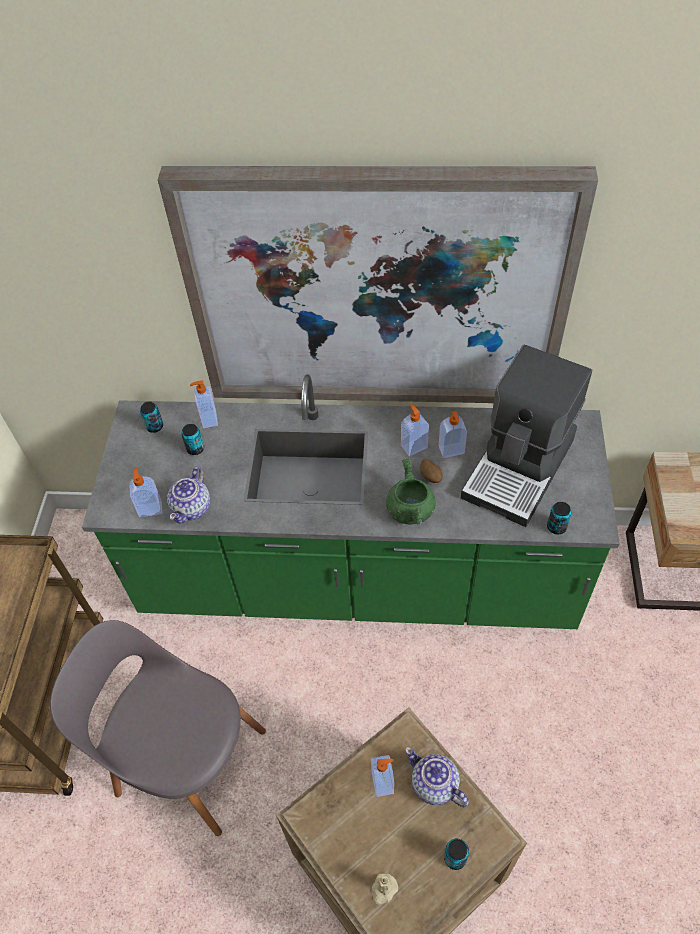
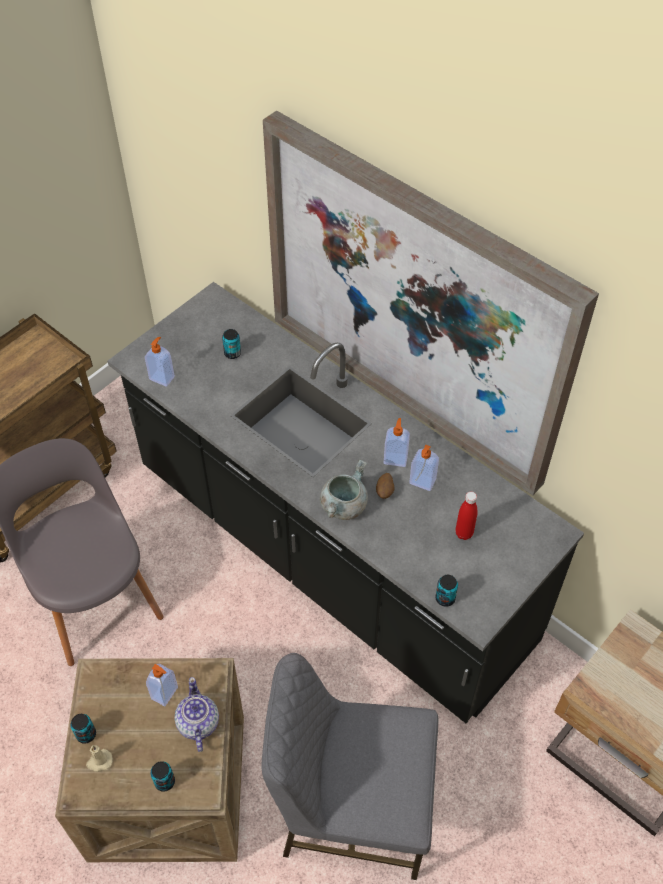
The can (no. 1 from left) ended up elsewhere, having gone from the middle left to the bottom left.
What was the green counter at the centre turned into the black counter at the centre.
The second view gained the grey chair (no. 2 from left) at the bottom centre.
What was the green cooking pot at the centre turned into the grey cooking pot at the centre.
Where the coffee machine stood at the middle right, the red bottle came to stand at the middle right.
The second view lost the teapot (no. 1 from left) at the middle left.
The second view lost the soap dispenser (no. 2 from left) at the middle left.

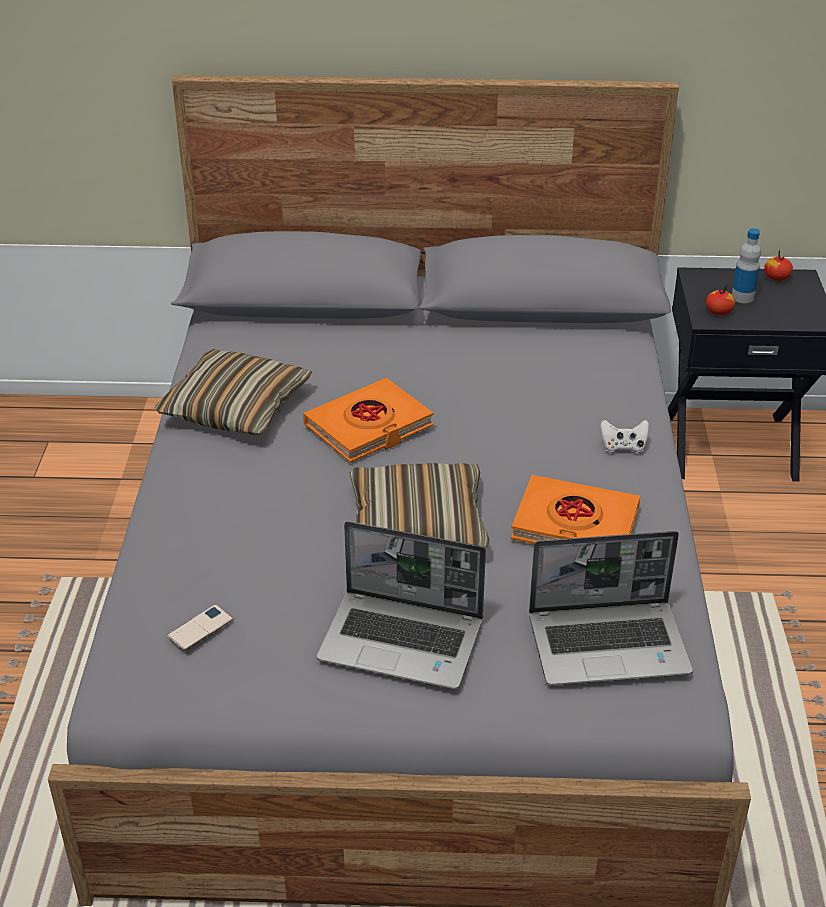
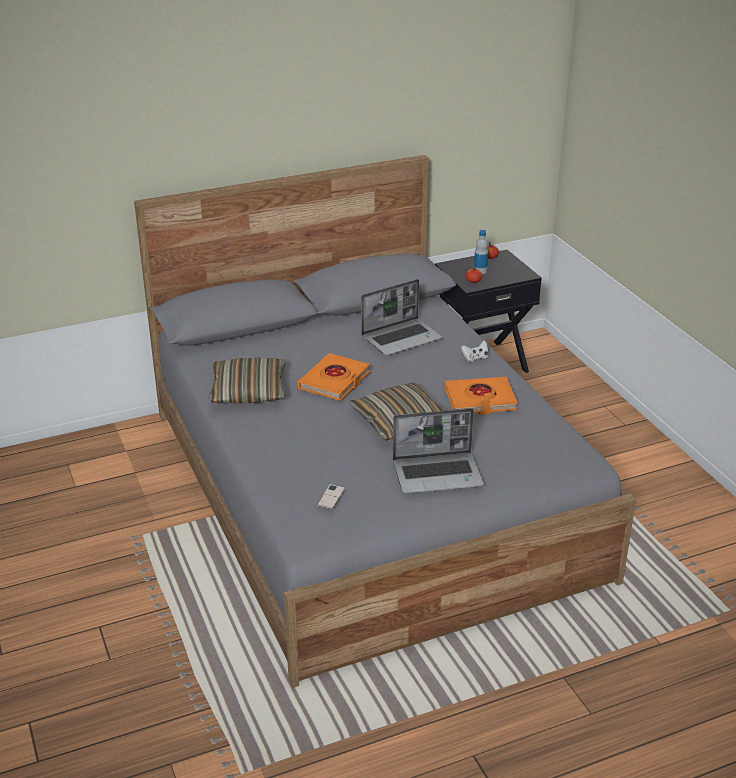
The laptop (no. 2 from left in the first image) ended up elsewhere, having gone from the bottom right to the centre.

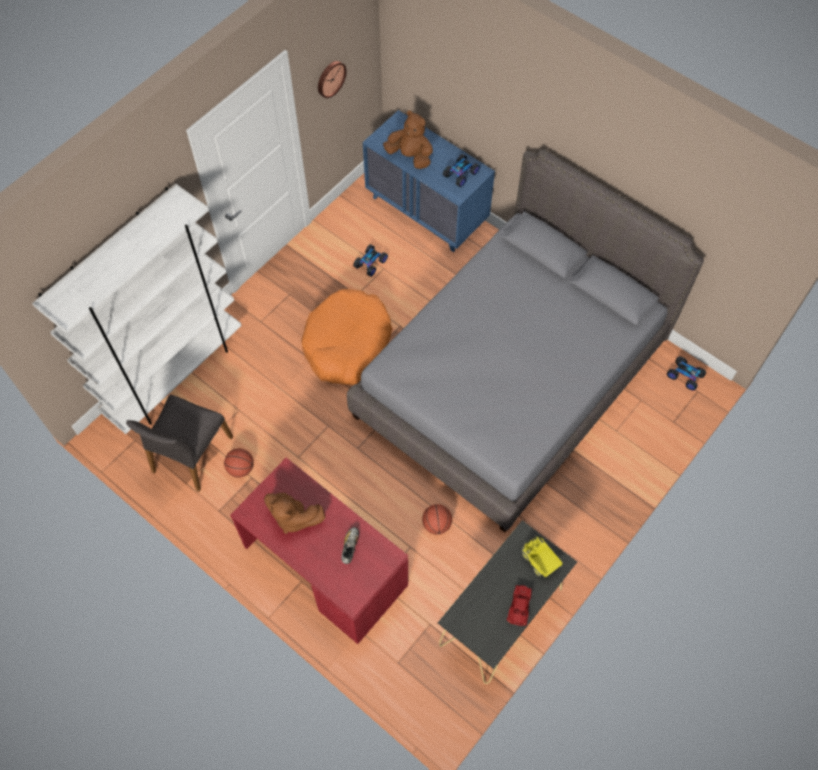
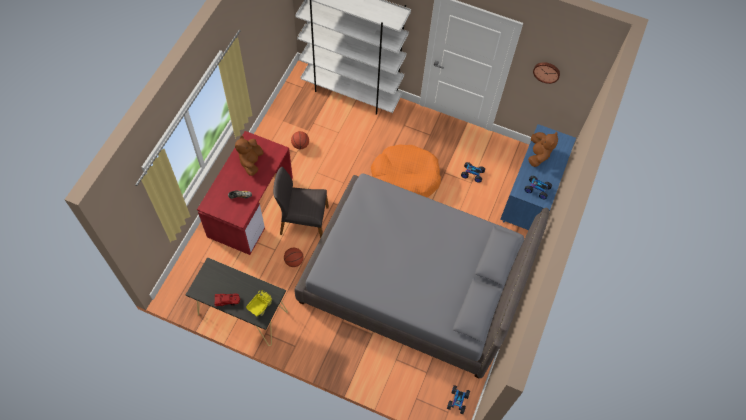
The grey chair ended up elsewhere, having gone from the middle left to the centre.

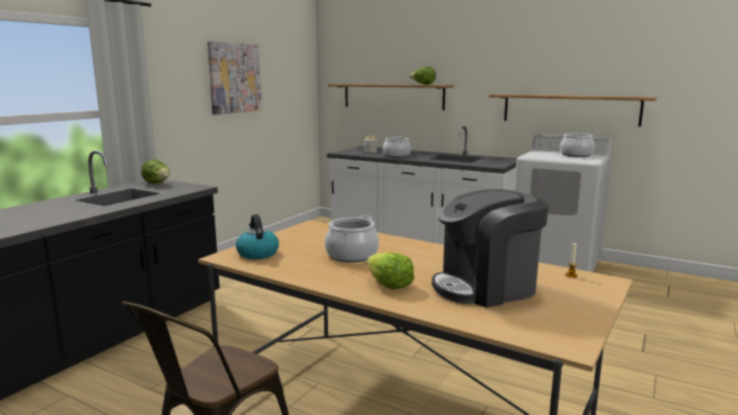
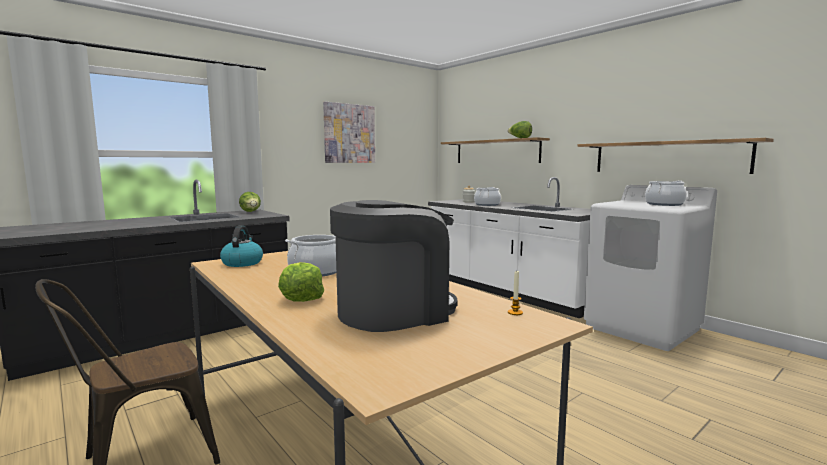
The coffee machine at the centre ended up facing another way, 150 degrees clockwise from before.

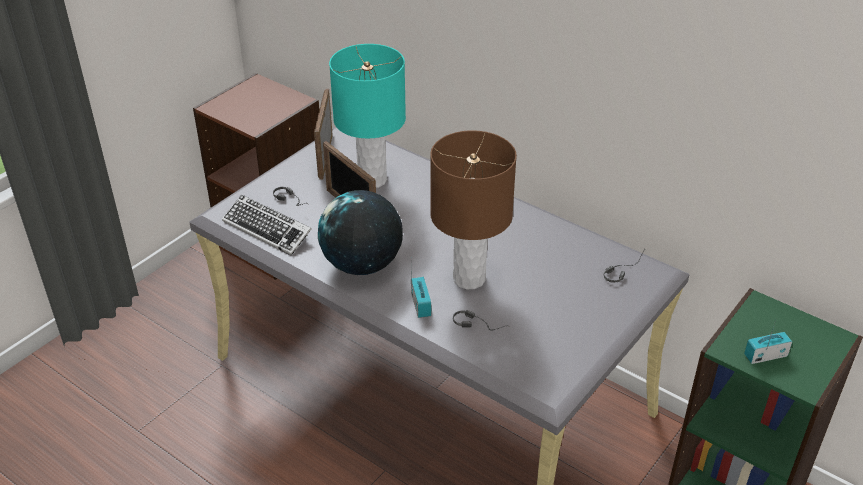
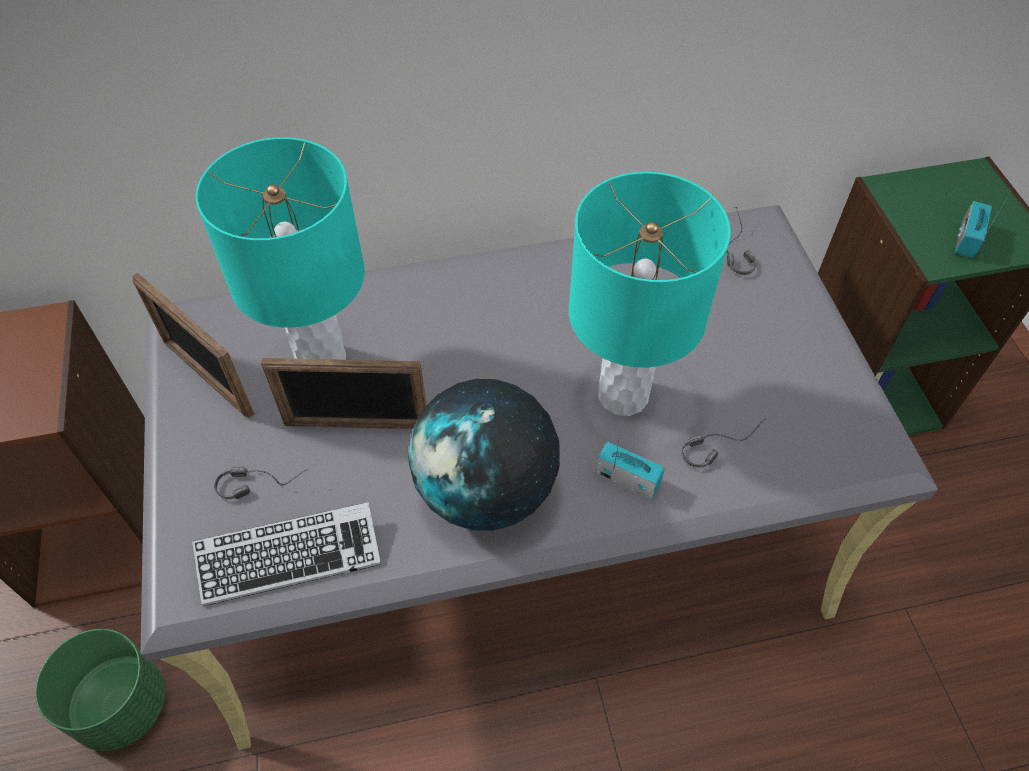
The second view gained the green planter at the bottom left.
What was the brown table lamp at the centre turned into the turquoise table lamp (no. 2 from left) at the centre.

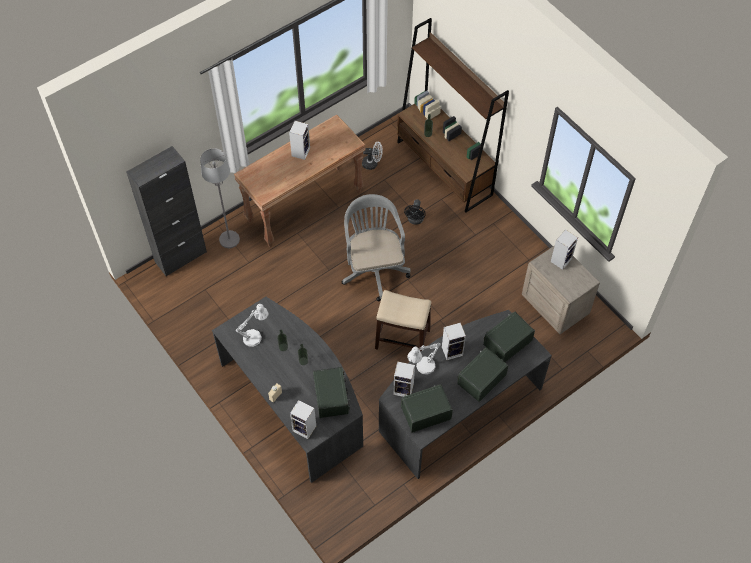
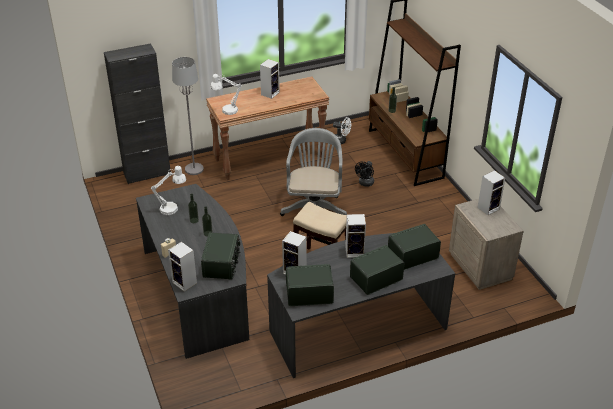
The white table lamp (no. 2 from left) ended up elsewhere, having gone from the centre to the top centre.

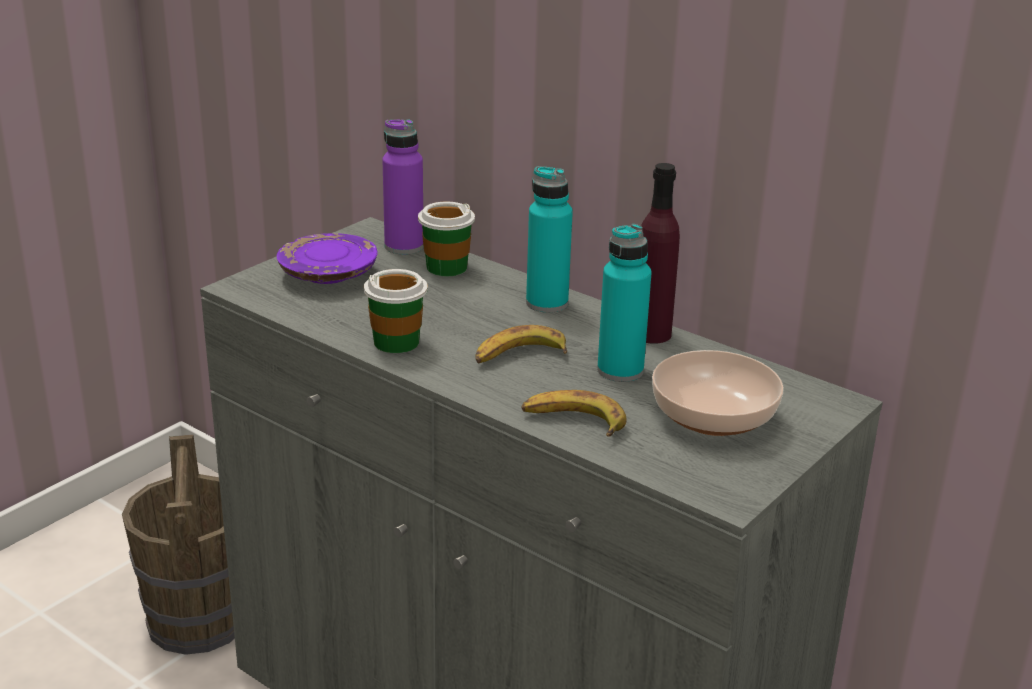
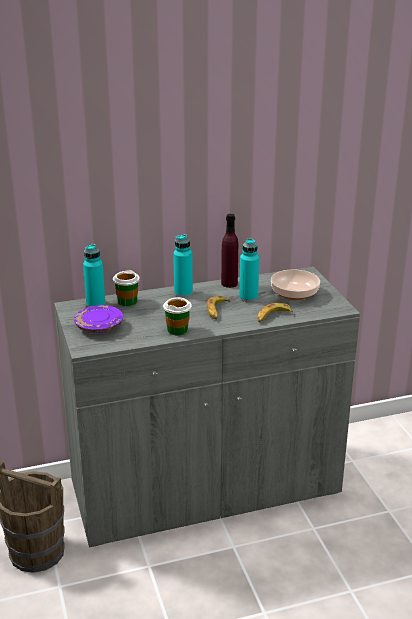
What was the purple bottle (no. 1 from left) at the top centre turned into the turquoise bottle (no. 1 from left) at the middle left.

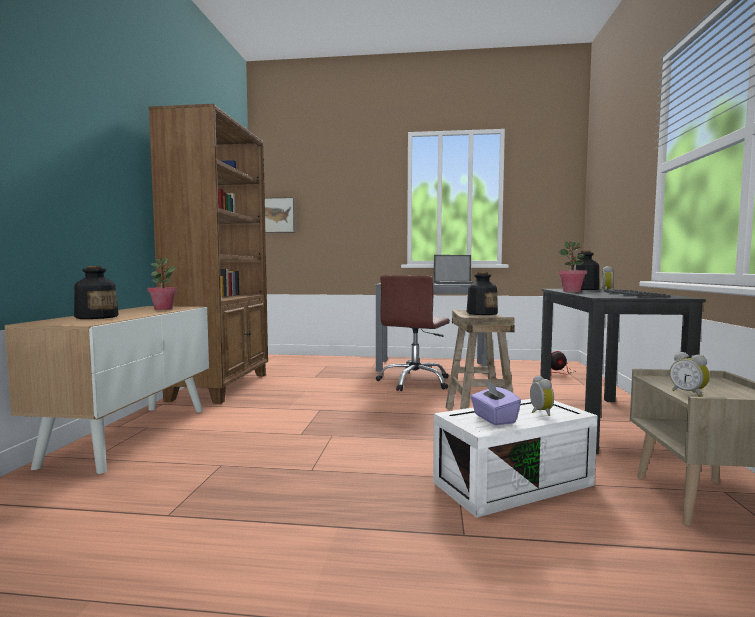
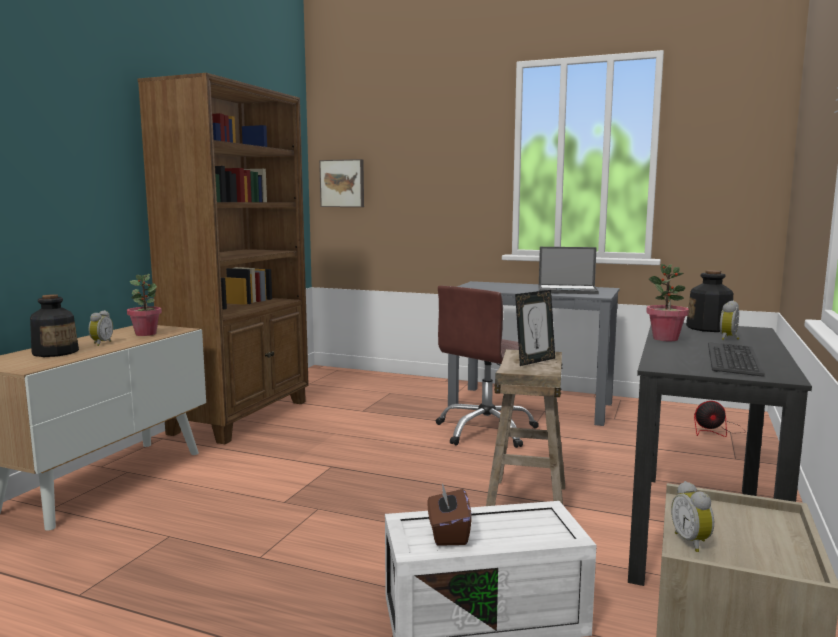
The alarm clock (no. 1 from left) ended up elsewhere, having gone from the middle right to the middle left.
What was the purple tissue box at the centre turned into the brown tissue box at the bottom centre.
Where the bottle (no. 2 from left) stood at the centre, the picture frame came to stand at the centre.

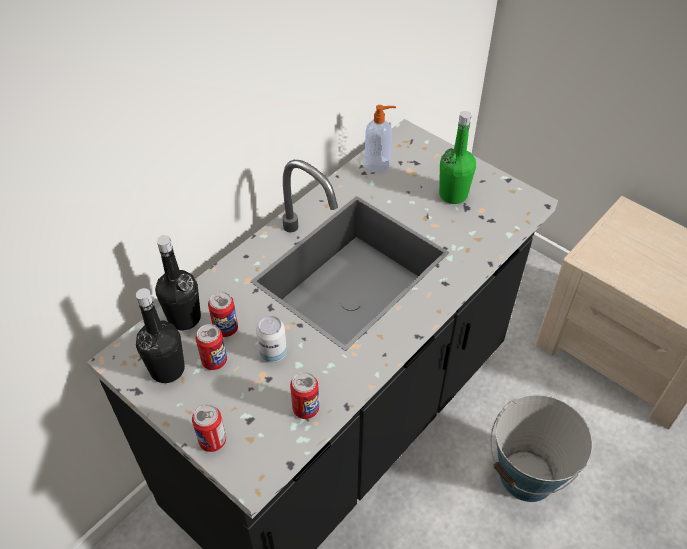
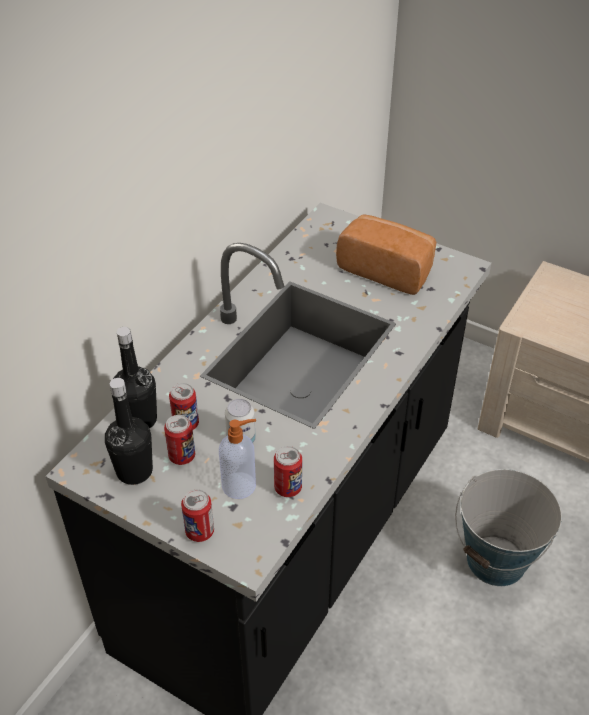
The soap dispenser ended up elsewhere, having gone from the top centre to the centre.
Where the green bottle stood at the top centre, the bread came to stand at the centre.

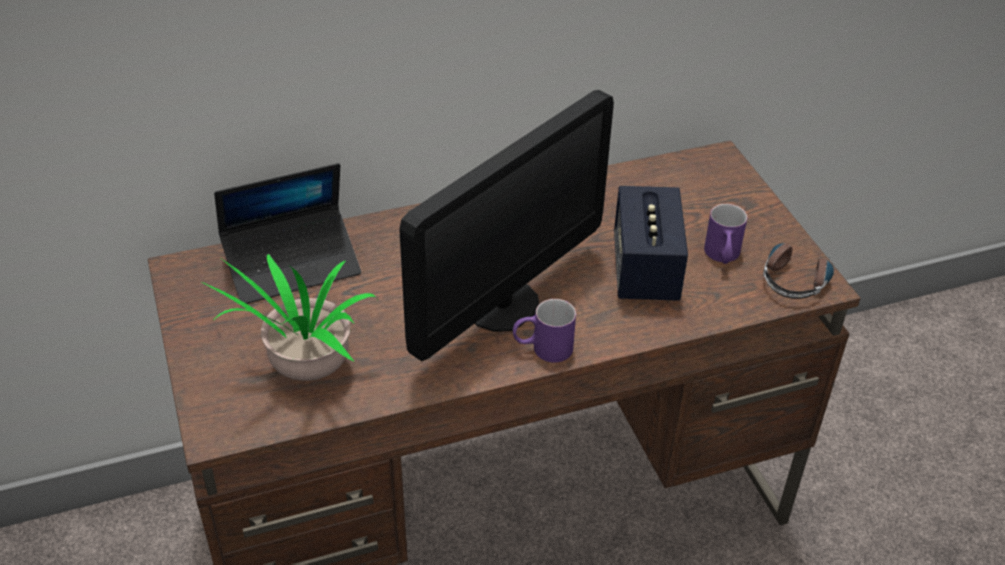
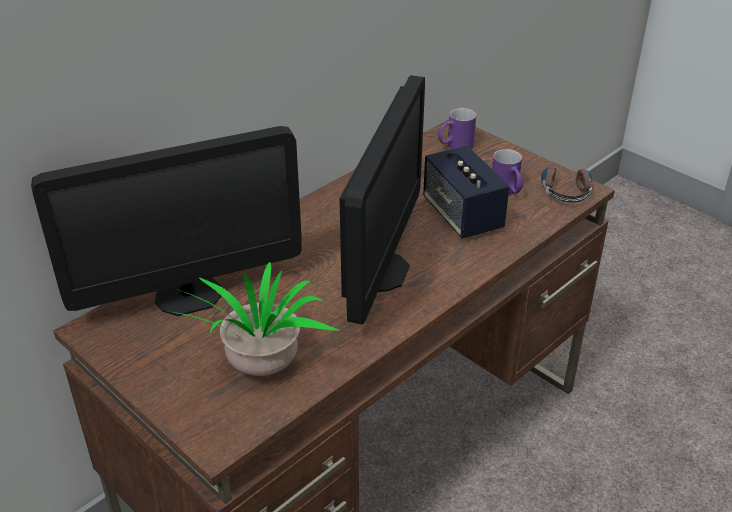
Where the laptop stood at the middle left, the monitor (no. 1 from left) came to stand at the middle left.
The purple mug (no. 1 from left) ended up elsewhere, having gone from the centre to the top centre.

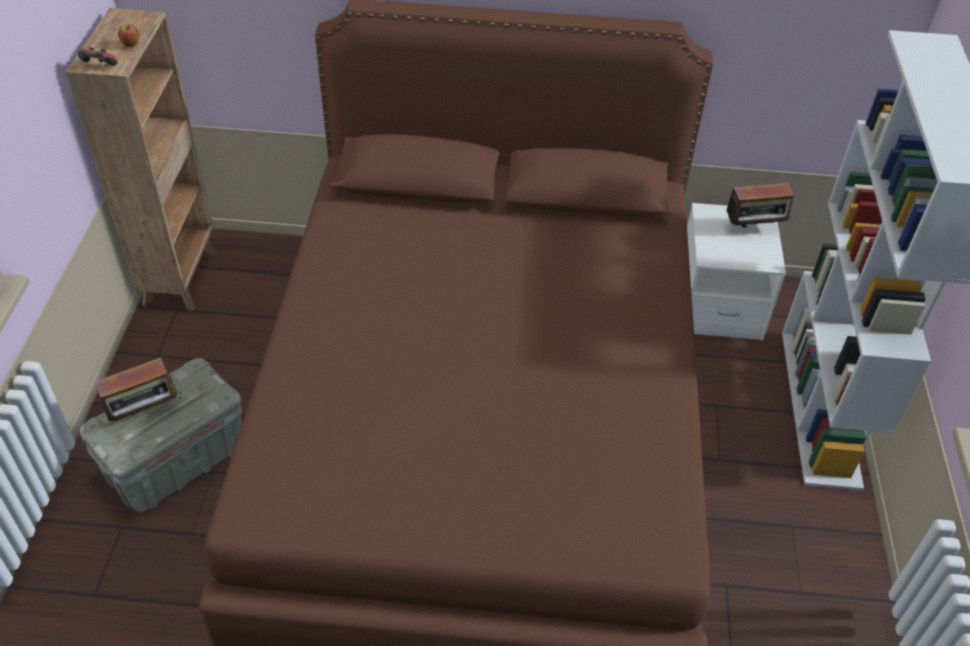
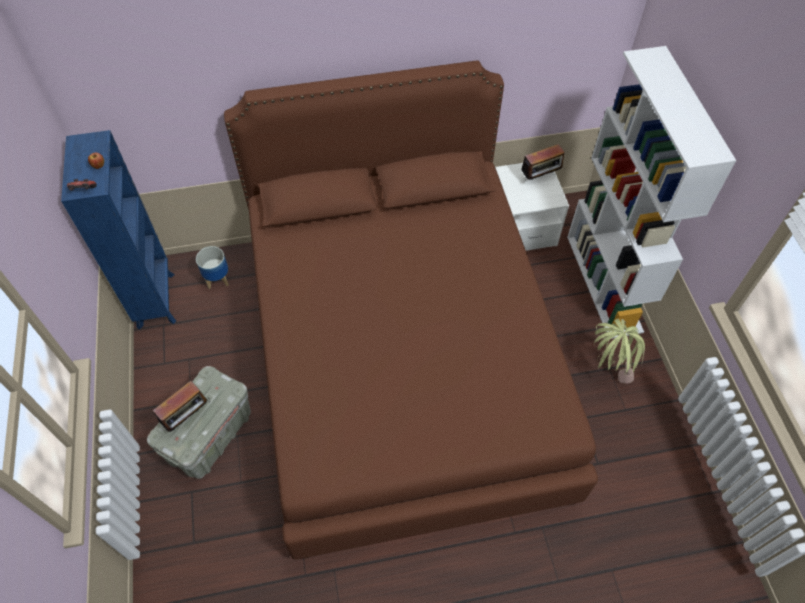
What was the brown bookcase at the top left turned into the blue bookcase at the middle left.
The second view gained the planter at the middle left.
The second view gained the potted plant at the middle right.

